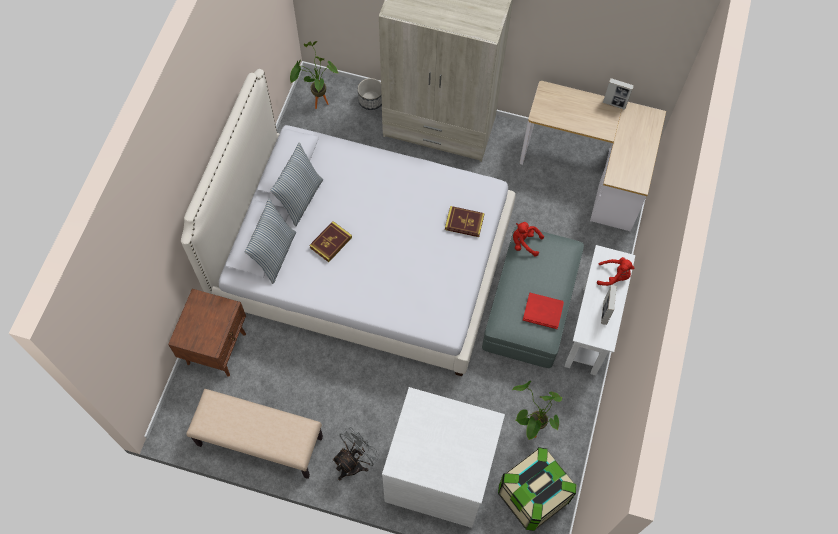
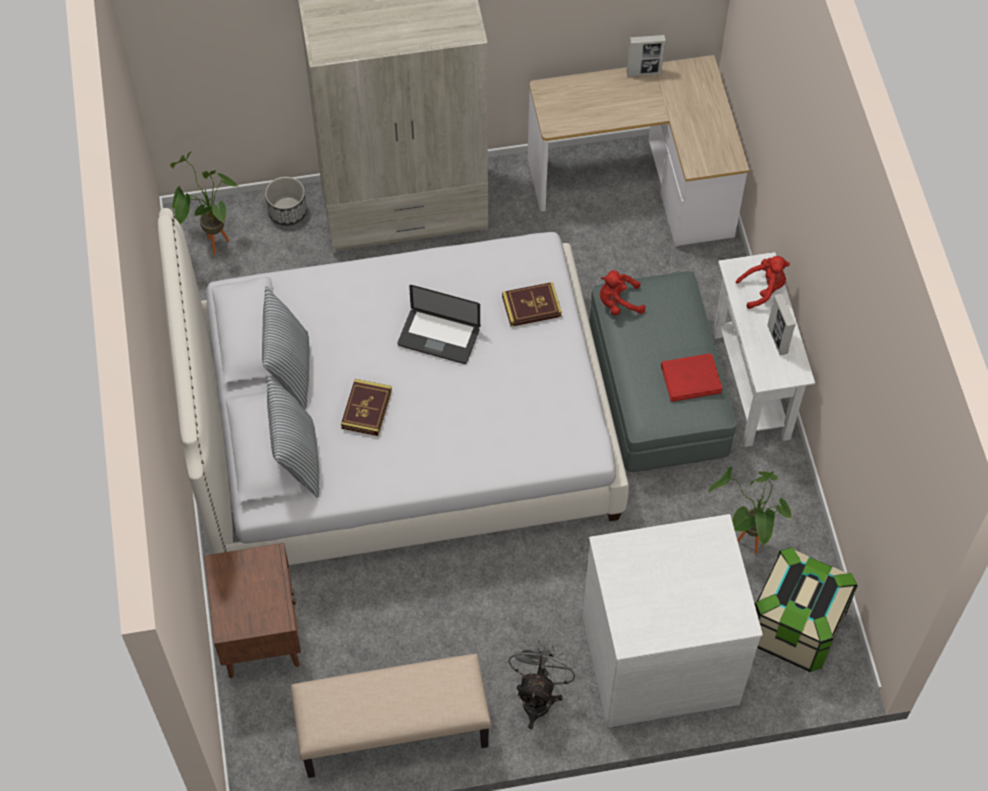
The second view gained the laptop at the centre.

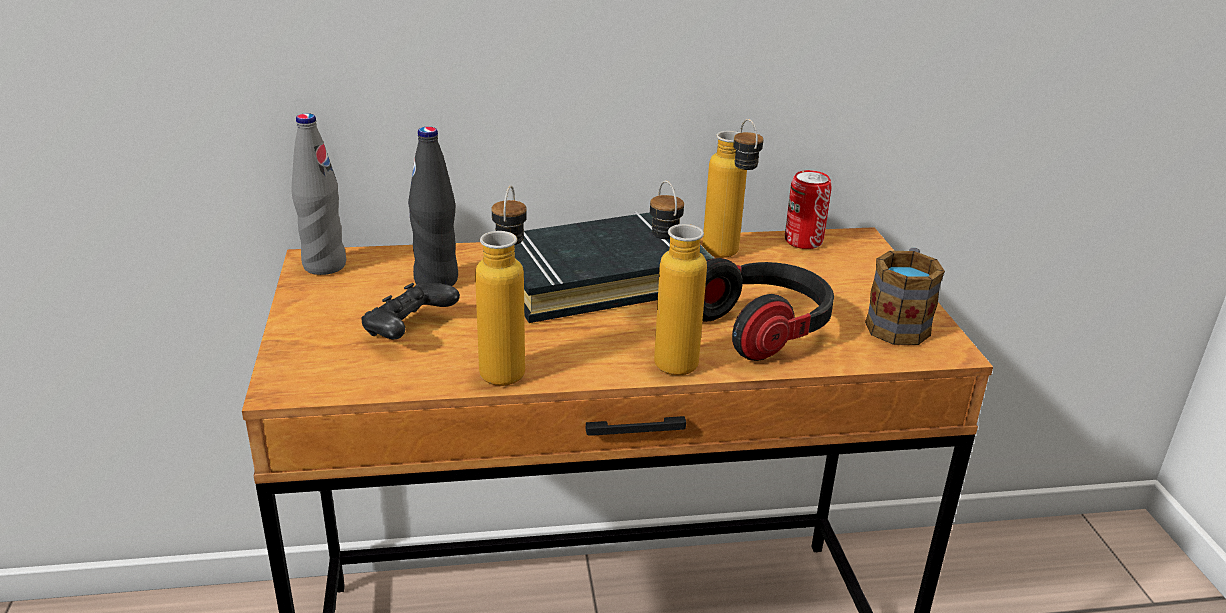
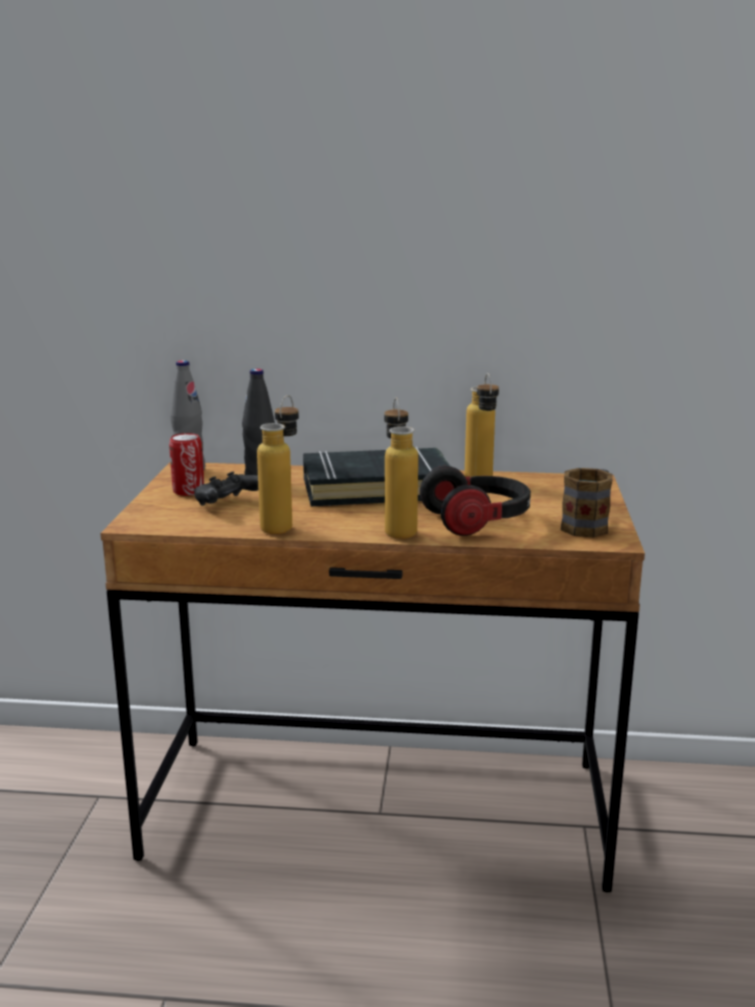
The can ended up elsewhere, having gone from the centre to the middle left.

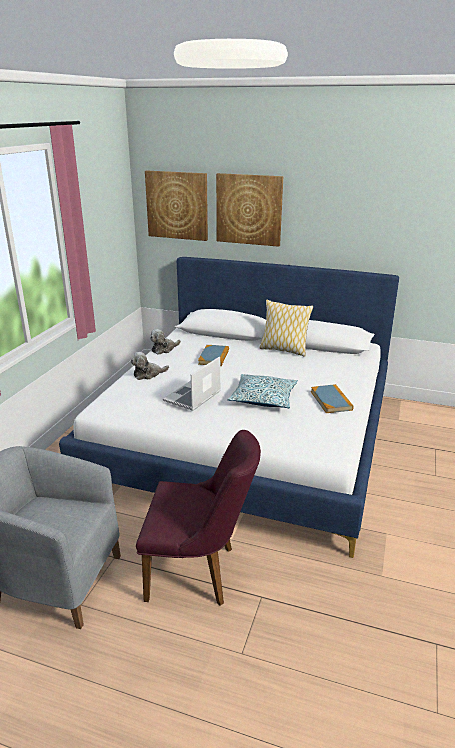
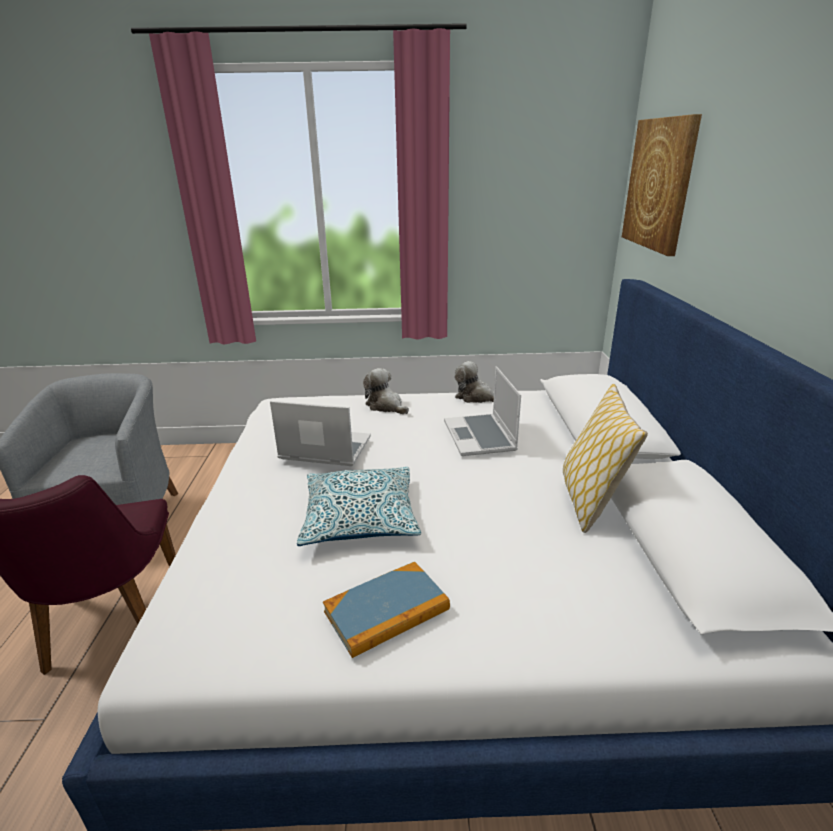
Where the book (no. 1 from left) stood at the centre, the laptop (no. 2 from left) came to stand at the centre.
The second view lost the picture (no. 2 from left) at the top centre.

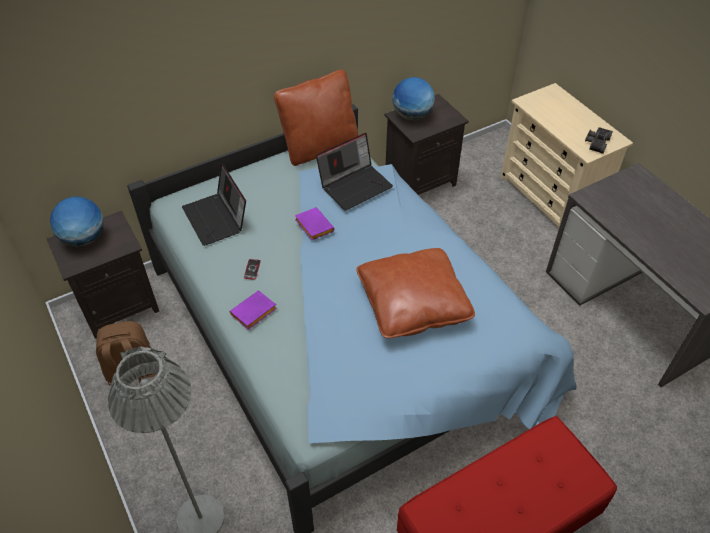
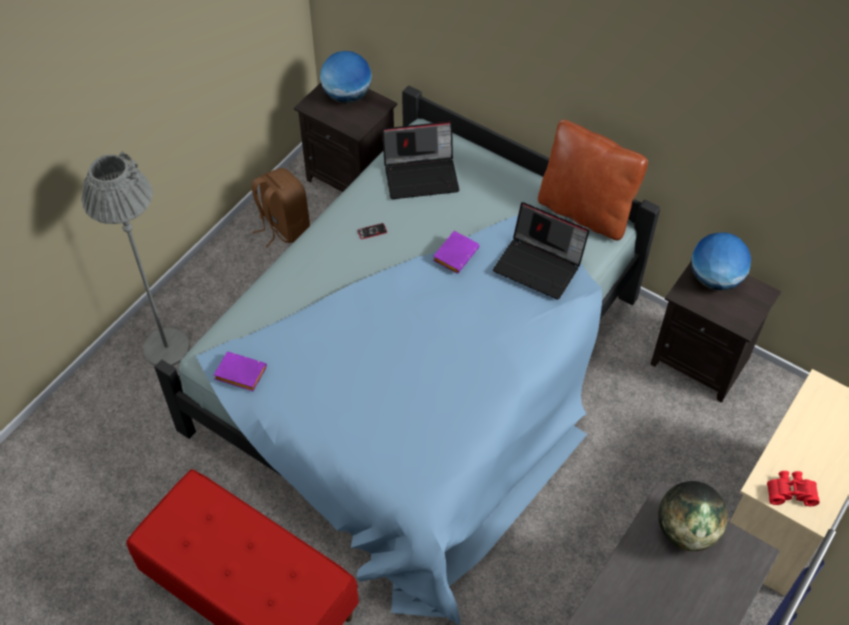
The purple book (no. 1 from left) ended up elsewhere, having gone from the centre to the middle left.
The laptop (no. 1 from left) at the middle left ended up facing another way, 135 degrees counterclockwise from before.
The second view gained the globe (no. 2 from left) at the bottom right.
What was the black binoculars at the top right turned into the red binoculars at the bottom right.
The second view lost the brown pillow (no. 2 from left) at the centre.

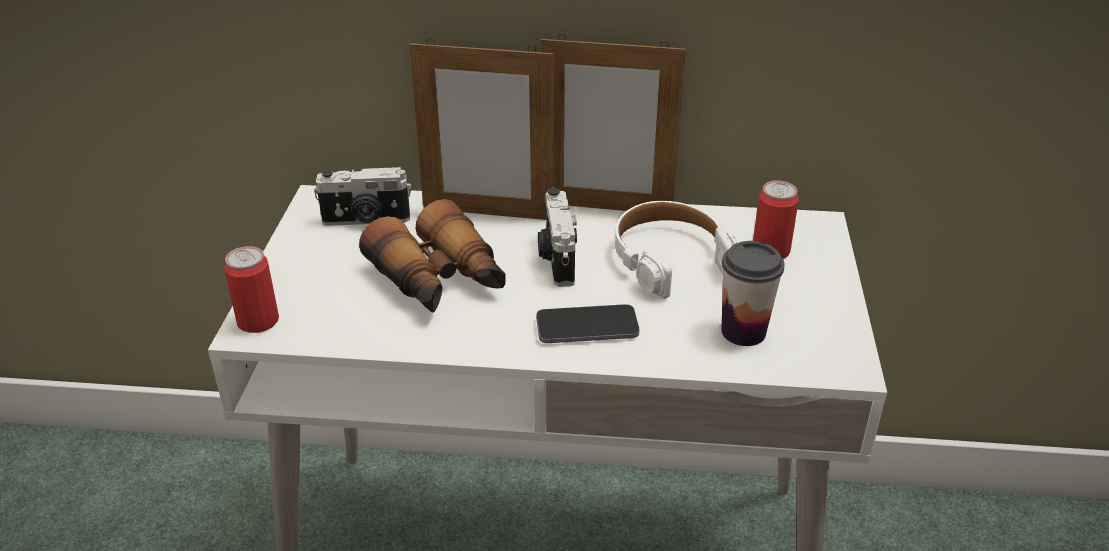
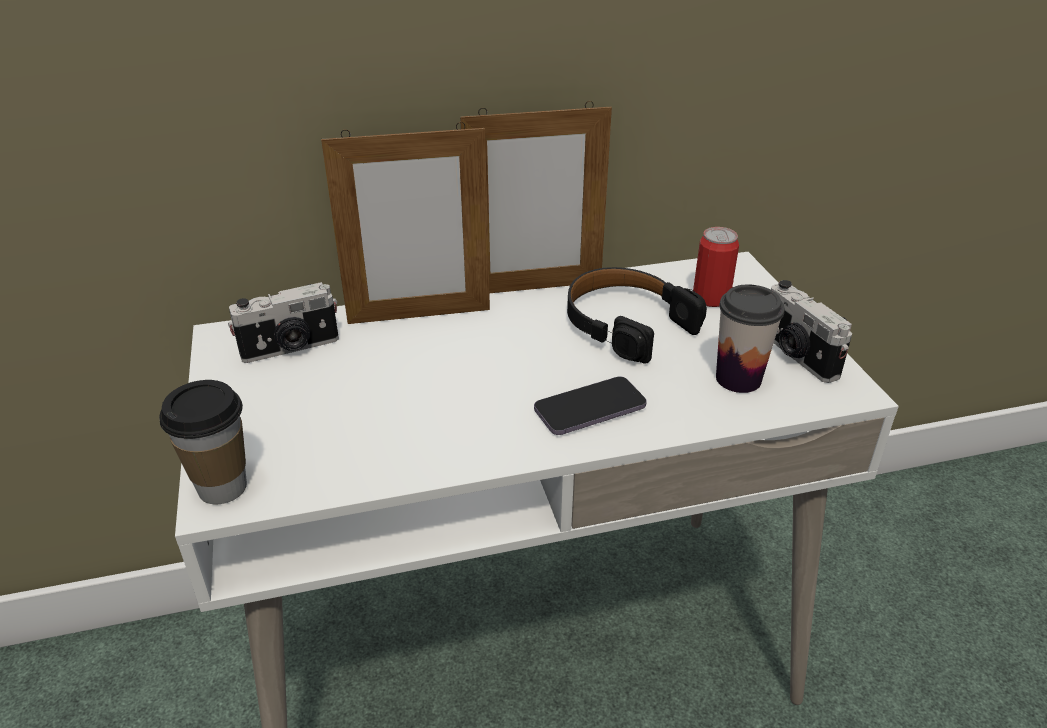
Where the can (no. 1 from left) stood at the middle left, the cup (no. 1 from left) came to stand at the middle left.
What was the white headphones at the centre turned into the black headphones at the centre.
The photo camera (no. 2 from left) ended up elsewhere, having gone from the centre to the middle right.
The second view lost the binoculars at the centre.

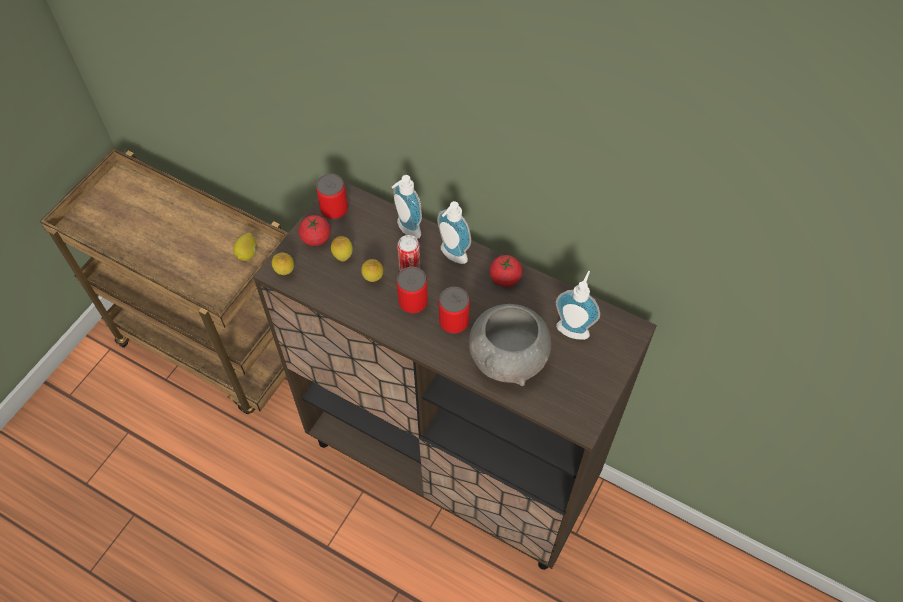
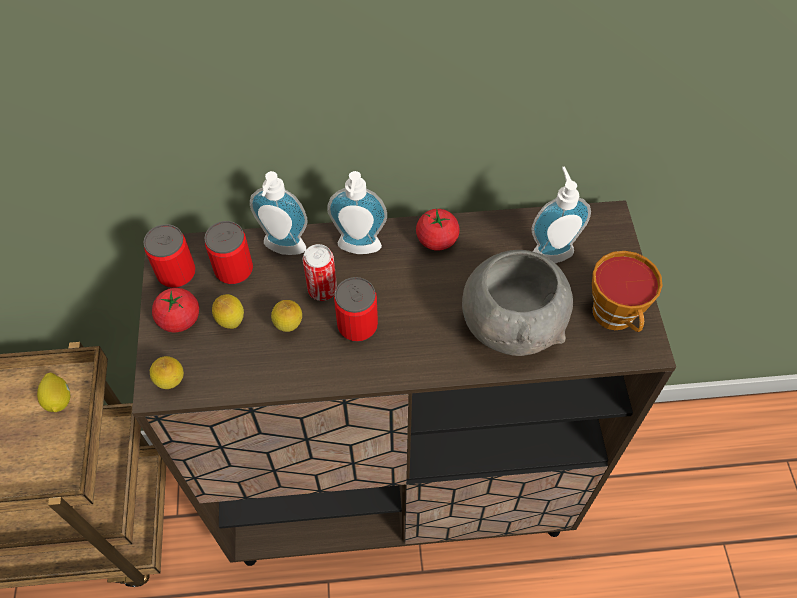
The can (no. 4 from left in the first image) ended up elsewhere, having gone from the centre to the middle left.
The second view gained the cup at the middle right.

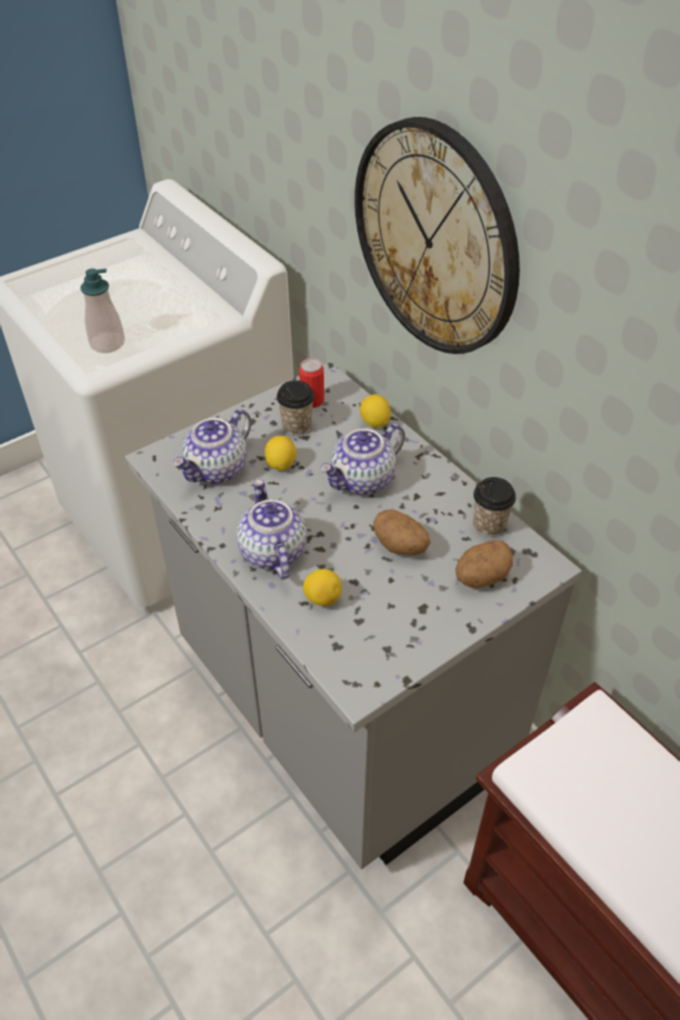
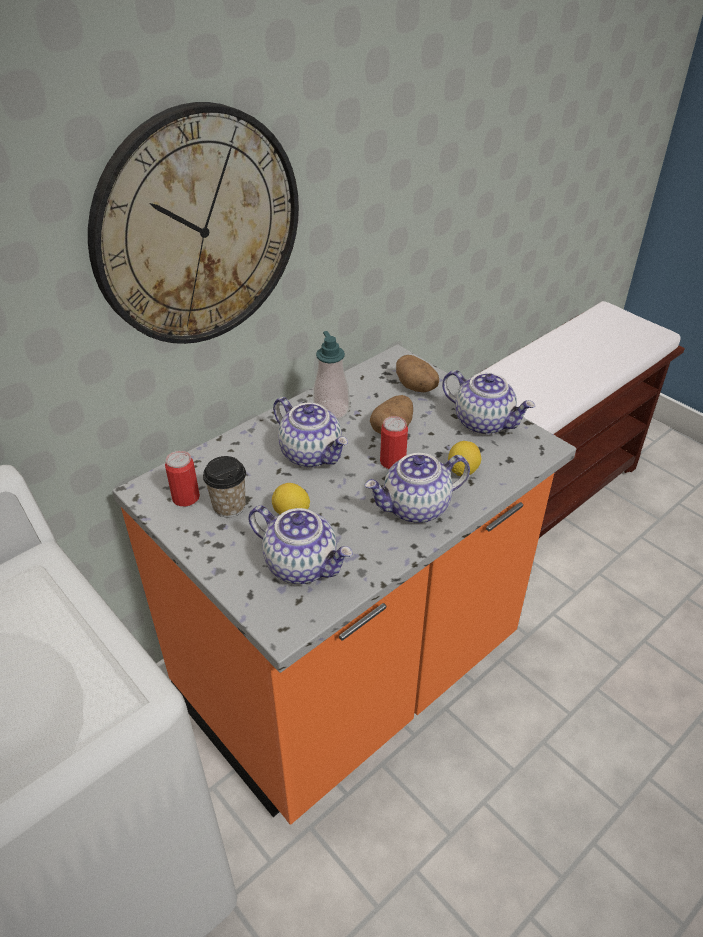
What was the grey counter at the centre turned into the orange counter at the centre.
The soap dispenser ended up elsewhere, having gone from the top left to the centre.
The second view gained the can (no. 2 from left) at the centre.
The second view gained the teapot (no. 4 from left) at the middle right.
The second view lost the lemon (no. 3 from left) at the centre.
The second view lost the cup (no. 2 from left) at the middle right.

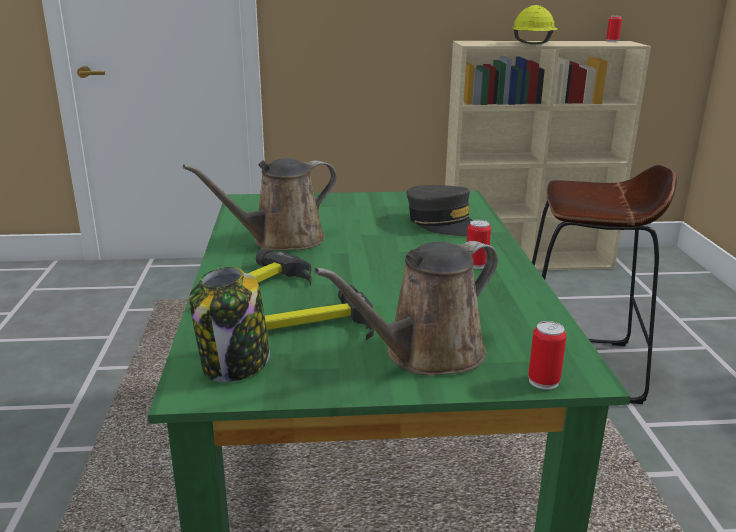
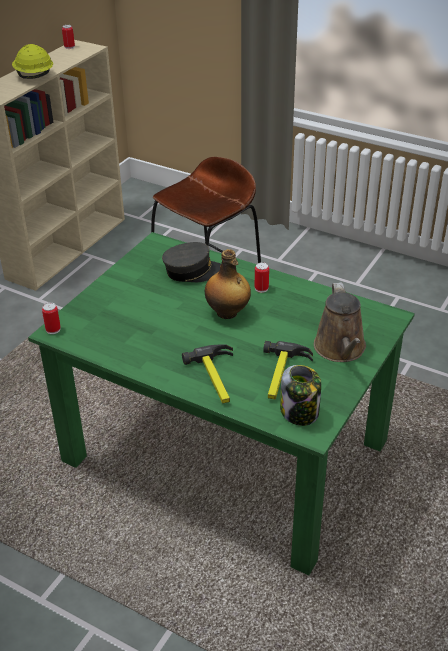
The can (no. 2 from left in the first image) ended up elsewhere, having gone from the bottom right to the middle left.
The second view gained the bottle at the centre.
The second view lost the brown watering can (no. 1 from left) at the centre.

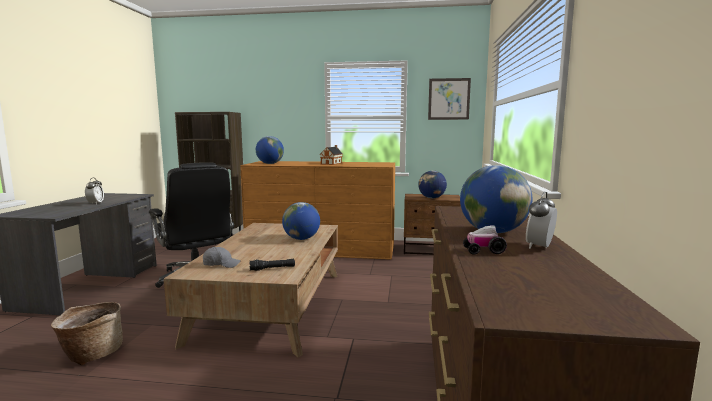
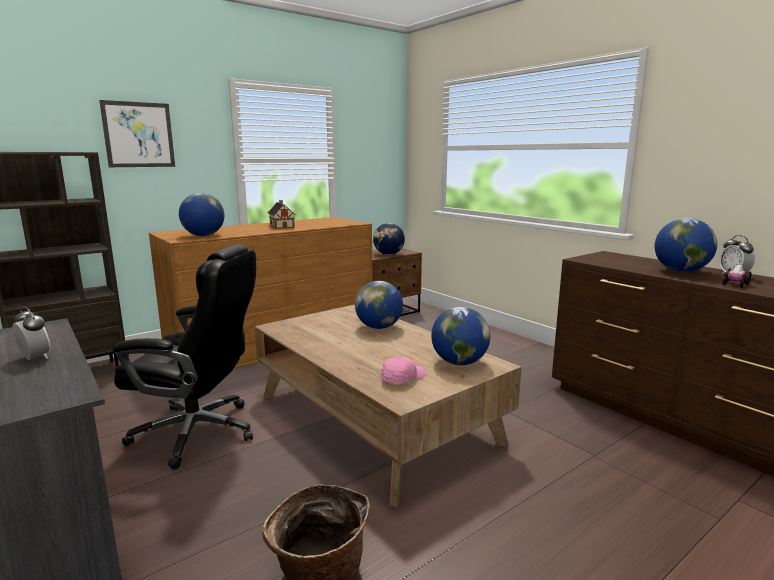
The picture ended up elsewhere, having gone from the top centre to the top left.
What was the grey cap at the middle left turned into the pink cap at the centre.
Where the black flashlight stood at the centre, the globe (no. 4 from left) came to stand at the centre.

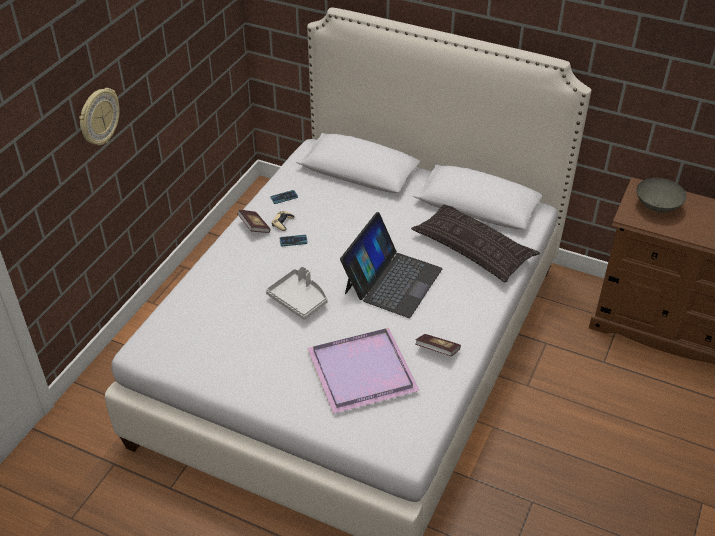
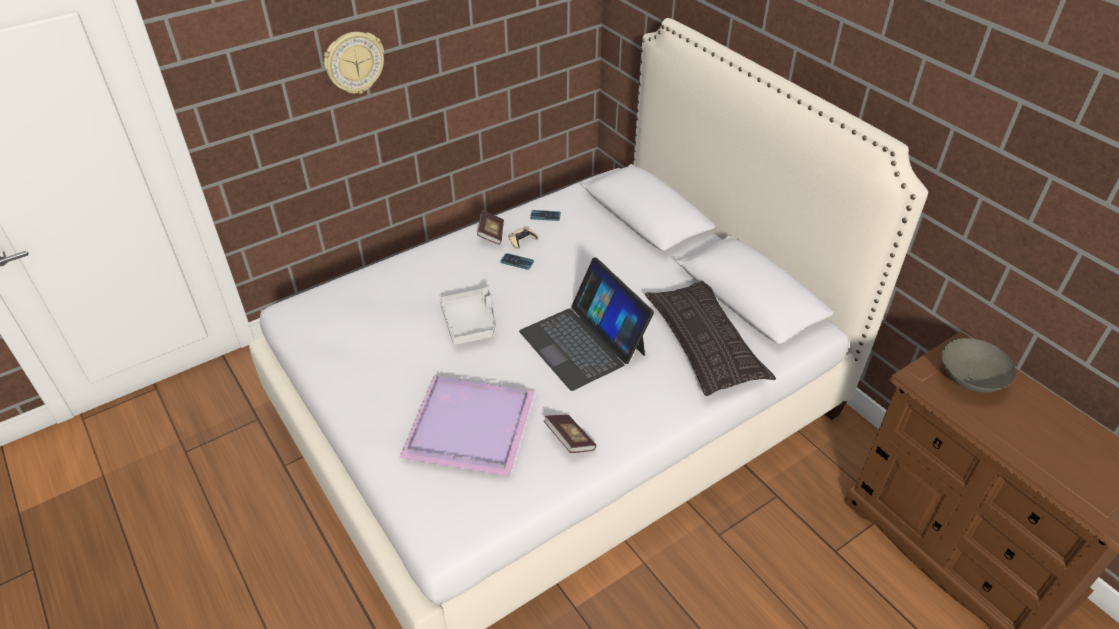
The laptop at the centre ended up facing another way, 90 degrees clockwise from before.

